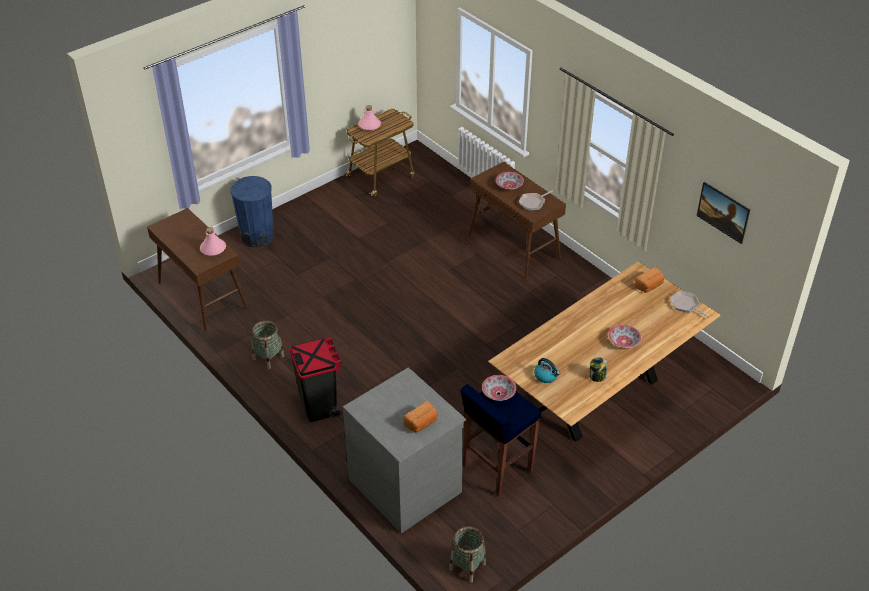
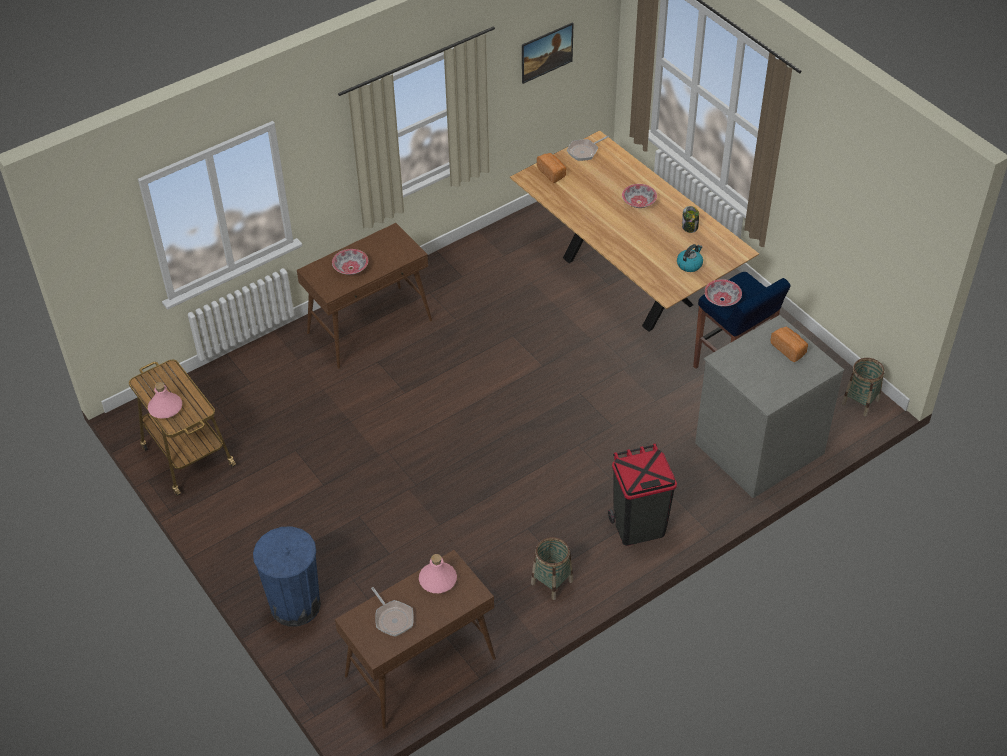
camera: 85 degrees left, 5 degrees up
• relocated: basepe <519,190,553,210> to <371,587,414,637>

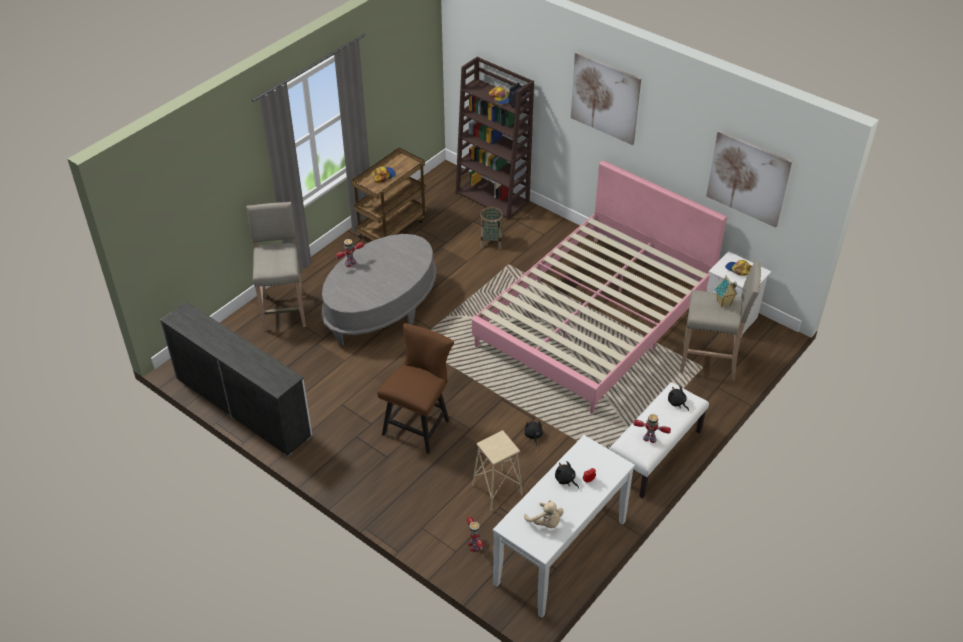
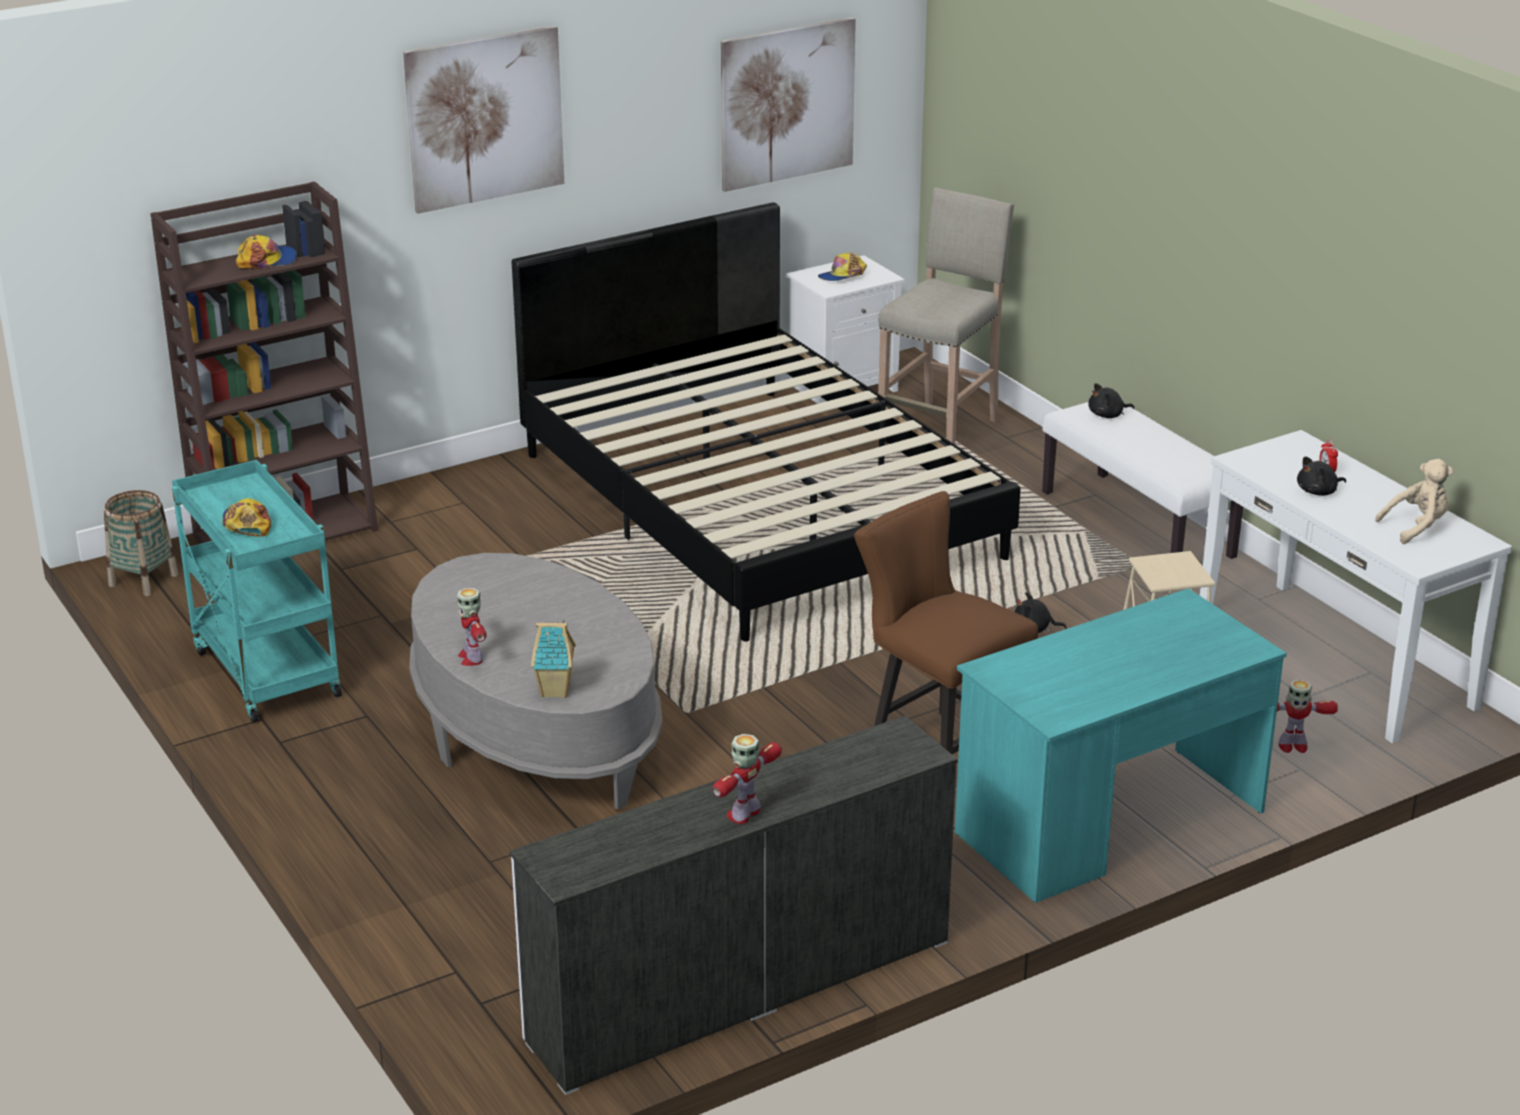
camera: 70 degrees left, 15 degrees down
• missing: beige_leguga <246,202,306,331>
• colour: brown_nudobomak <351,148,427,241> to turquoise_nudobomak <172,460,342,722>
• colour: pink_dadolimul <472,160,727,414> to black_dadolimul <512,202,1021,642>
• relocated: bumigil <480,206,503,249> to <104,490,178,596>
• relocated: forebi <633,414,671,443> to <712,734,782,824>
• relocated: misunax <715,276,738,307> to <531,620,576,698>
• appeared: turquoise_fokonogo <955,588,1287,903>

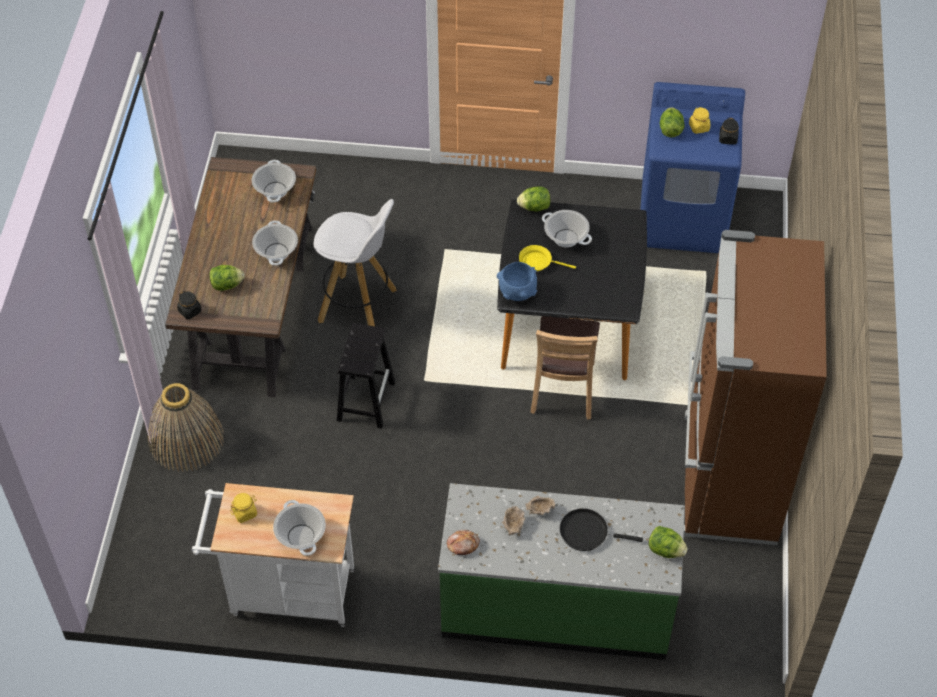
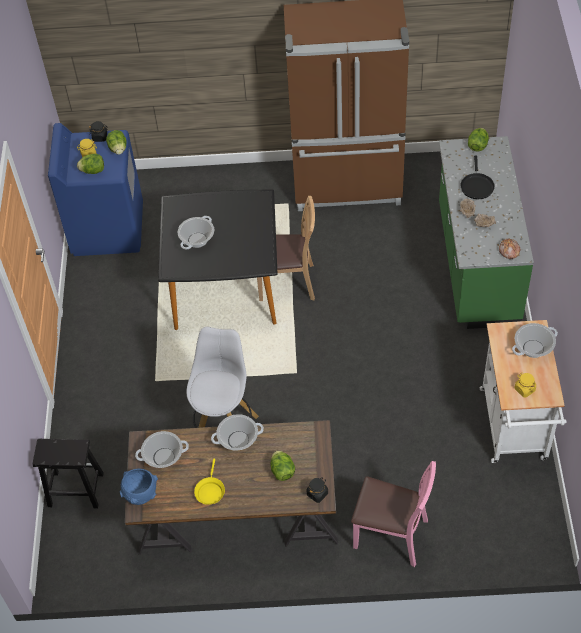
camera: 95 degrees left, 0 degrees up
• exchanged: bumigil <148,383,224,472> to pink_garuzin <351,461,436,567>
• relocated: black_leguga <337,323,395,429> to <32,439,104,508>
• relocated: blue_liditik <497,262,537,301> to <120,468,158,505>
• relocated: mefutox <517,186,550,212> to <106,130,126,155>
• relocated: yellow_basepe <519,245,576,271> to <194,459,225,505>

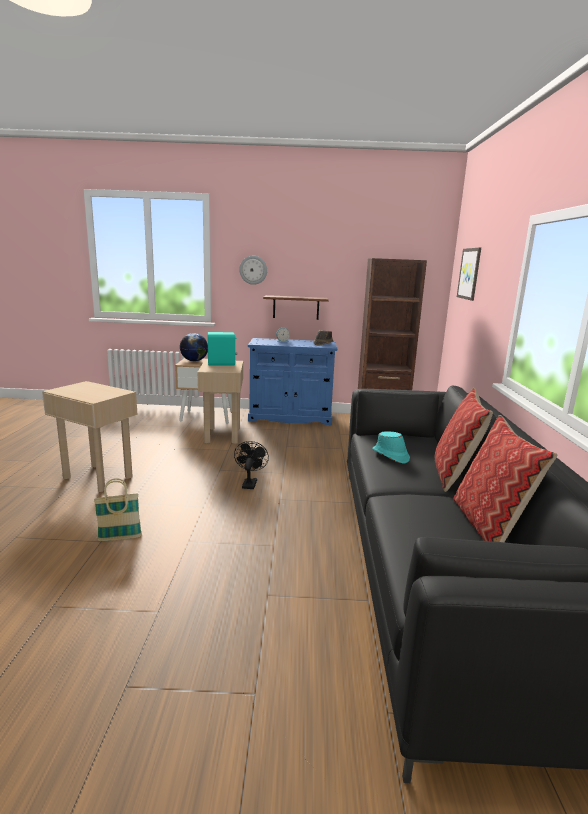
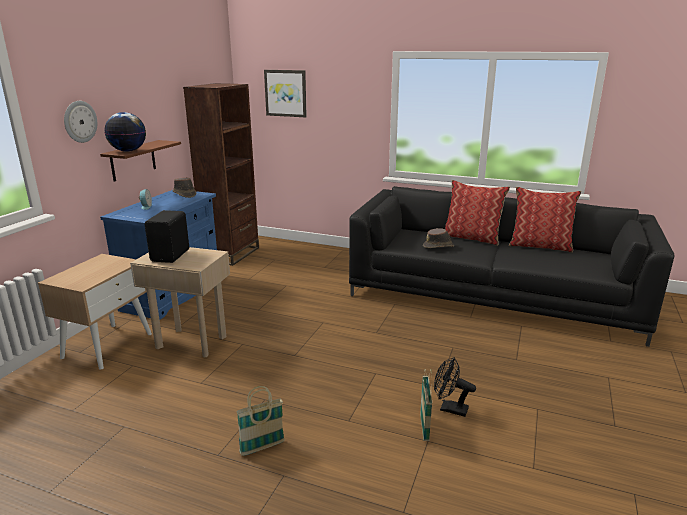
camera: 70 degrees left, 5 degrees up
• exchanged: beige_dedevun <42,381,138,492> to bumigil <236,386,285,456>
• relocated: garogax <180,333,208,361> to <104,112,146,152>
• colour: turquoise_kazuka <208,332,237,366> to black_kazuka <145,210,189,263>
• relocated: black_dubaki <234,441,269,489> to <434,357,476,417>
• colour: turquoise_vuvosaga <372,431,410,464> to brown_vuvosaga <423,228,454,248>

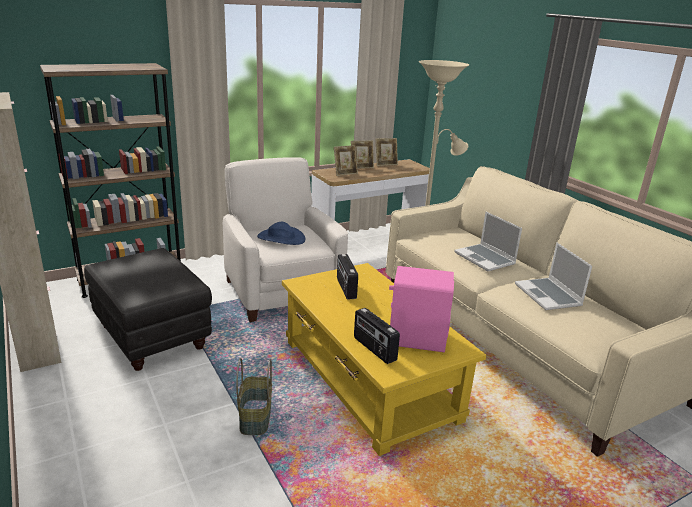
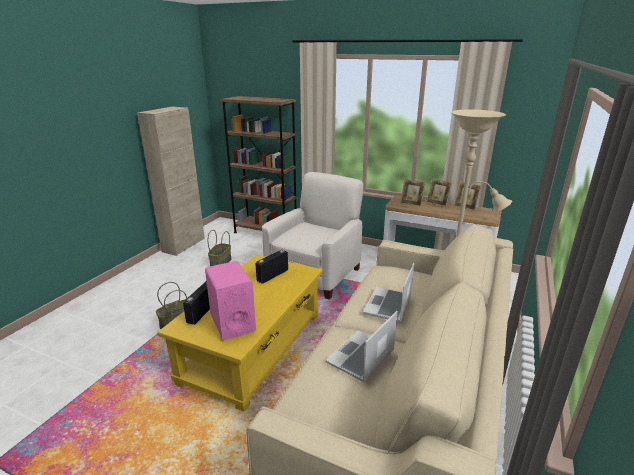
camera: 55 degrees right, 0 degrees up
• exchanged: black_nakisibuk <84,248,212,371> to bumigil <208,230,232,266>
• missing: blue_vuvosaga <257,222,305,245>

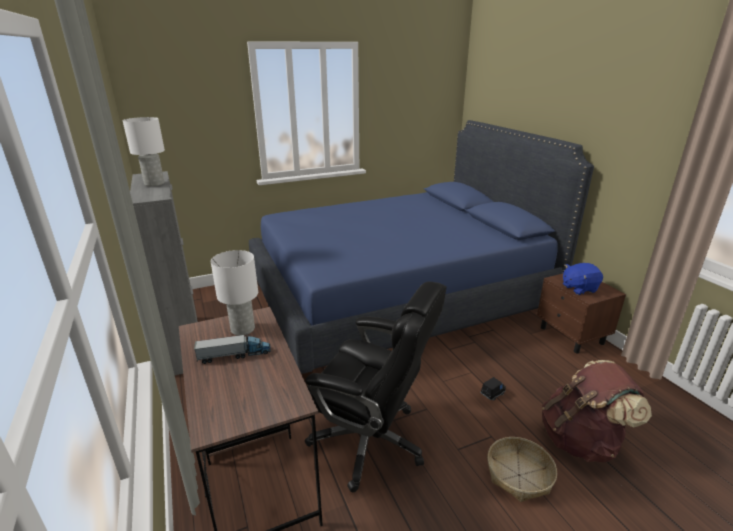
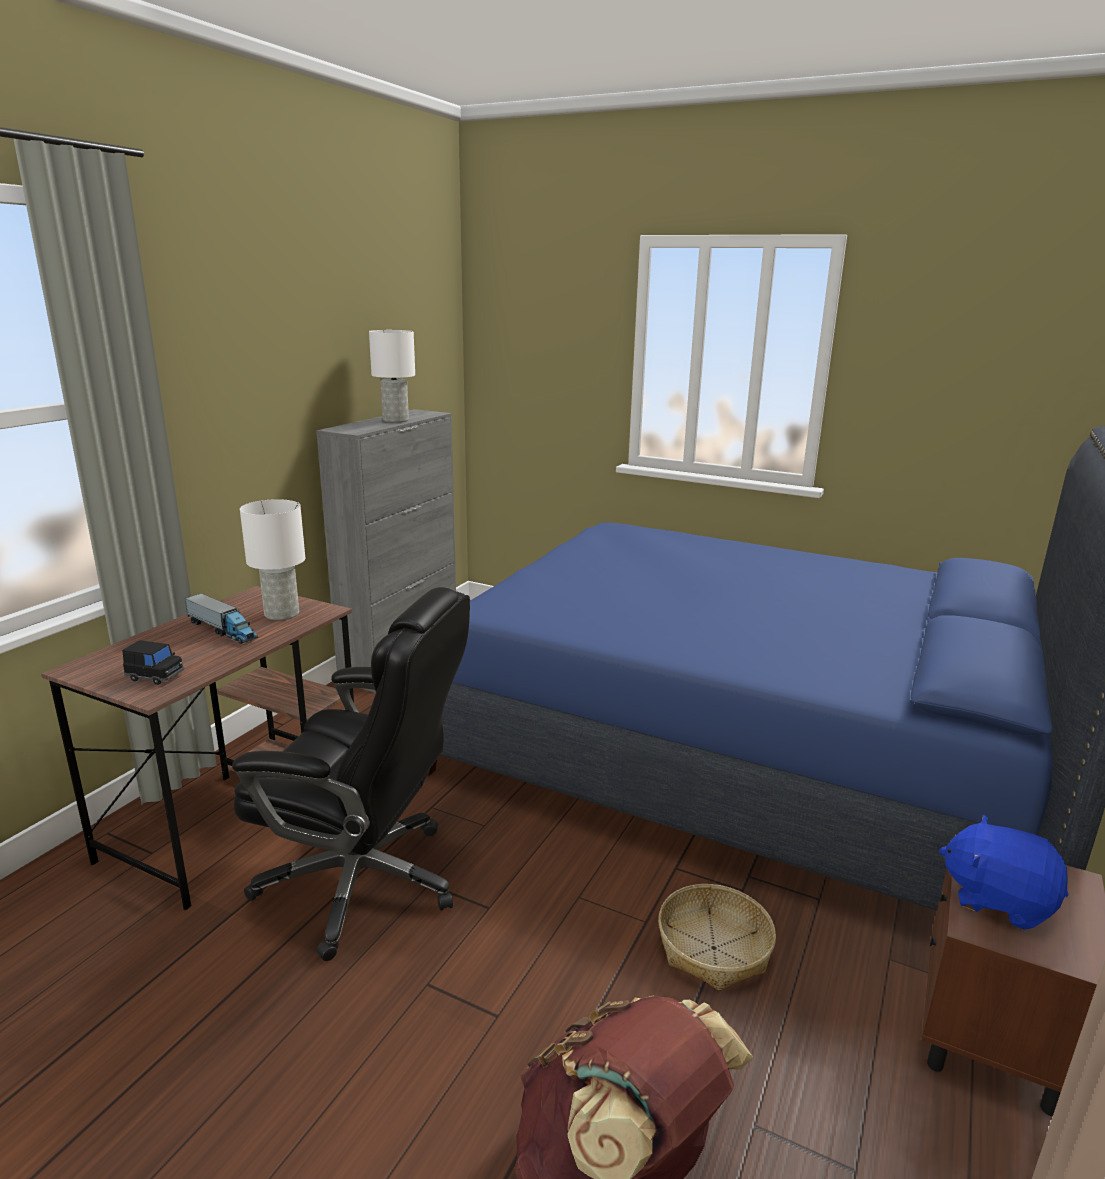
camera: 50 degrees right, 5 degrees down
• spun: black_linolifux <305,281,446,492> = <232,587,470,961> 60 degrees counterclockwise
• relocated: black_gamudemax <481,377,506,400> to <122,640,184,685>
• relocated: bumigil <487,437,557,502> to <658,884,776,991>

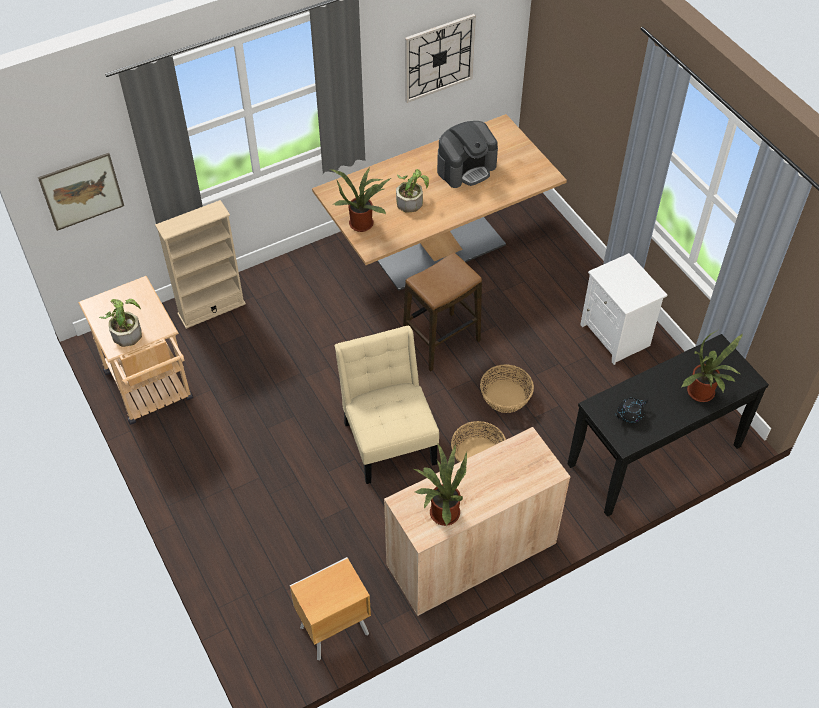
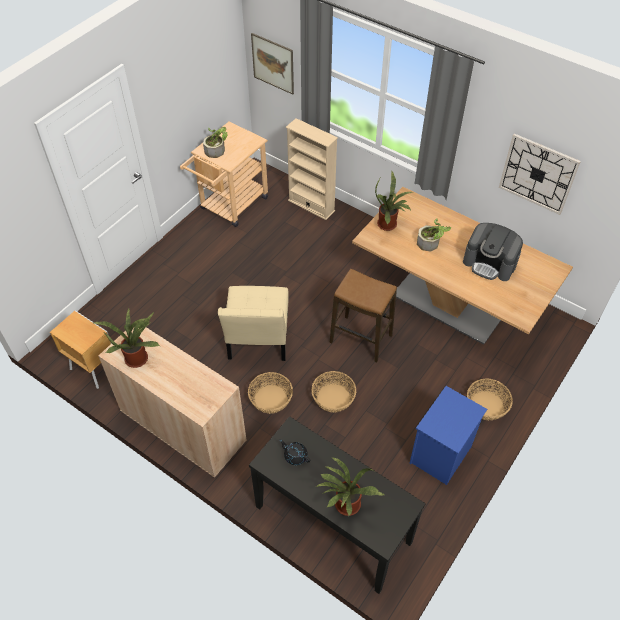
camera: 65 degrees right, 0 degrees up
• spun: beige_garuzin <335,326,439,484> = <218,286,289,361> 135 degrees clockwise
• colour: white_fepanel <580,253,667,365> to blue_fepanel <409,386,487,485>
• appeared: bumigil <467,379,513,420>

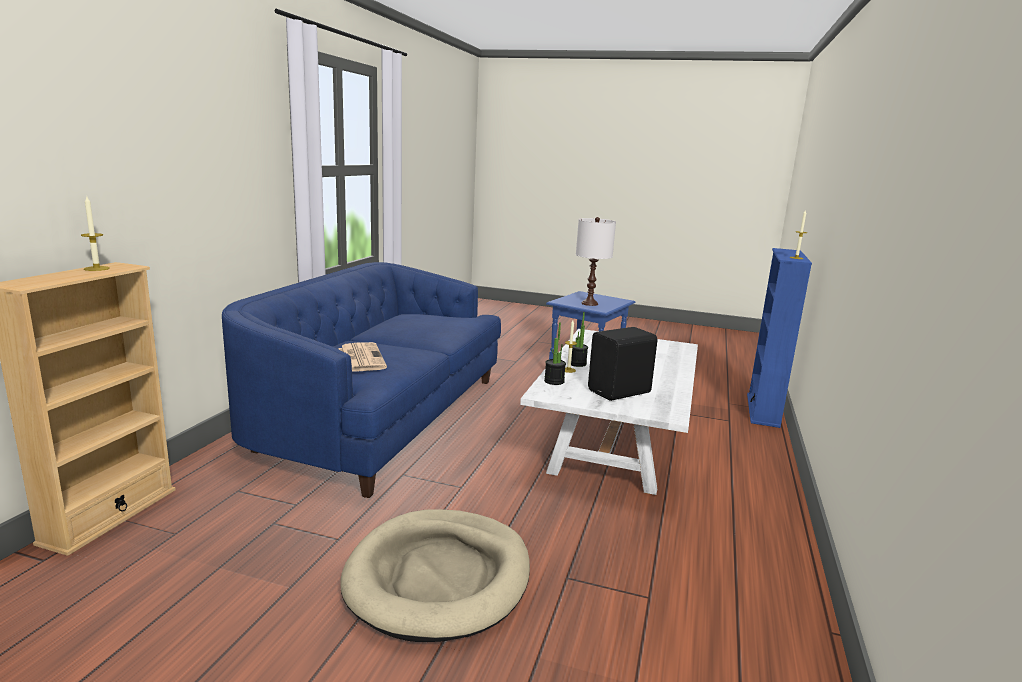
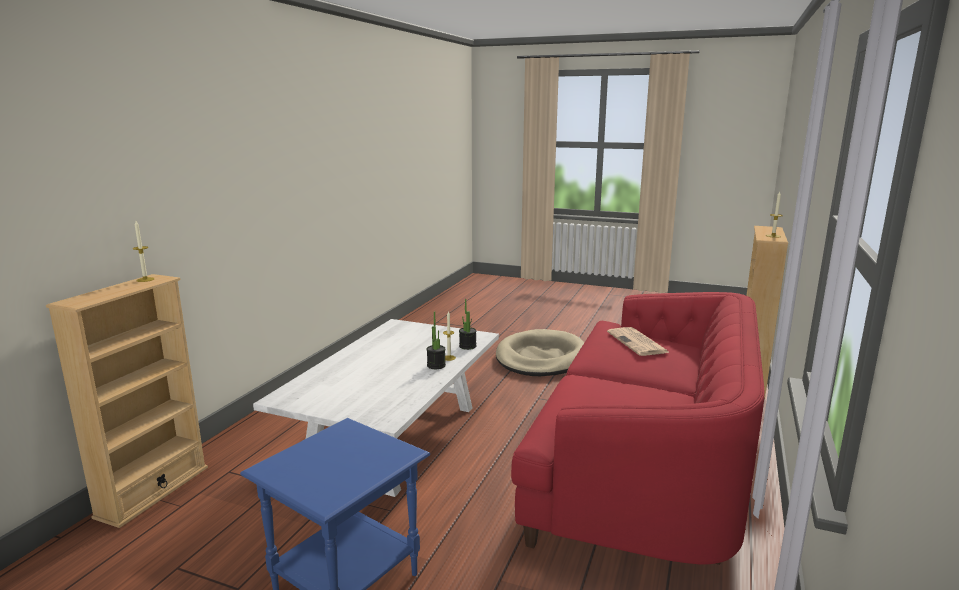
camera: 175 degrees left, 0 degrees up
• colour: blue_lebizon <222,262,501,498> to red_lebizon <511,292,765,565>
• missing: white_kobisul <576,217,616,306>
• missing: black_kazuka <588,327,657,401>
• colour: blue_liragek <747,248,812,428> to beige_liragek <46,274,208,528>

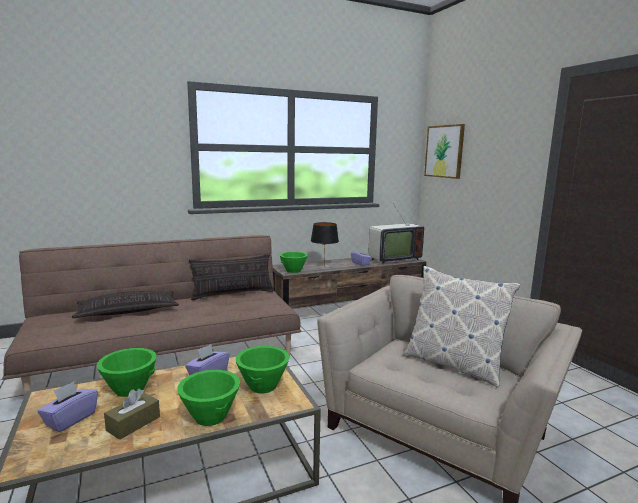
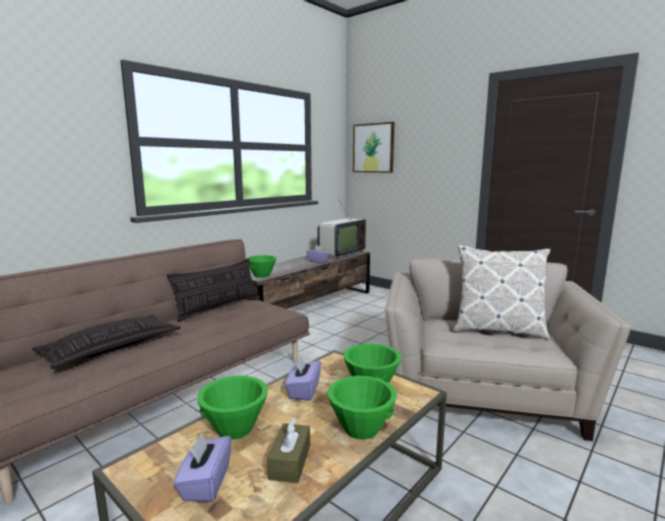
camera: 25 degrees left, 0 degrees up
• missing: black_kobisul <311,222,339,260>

